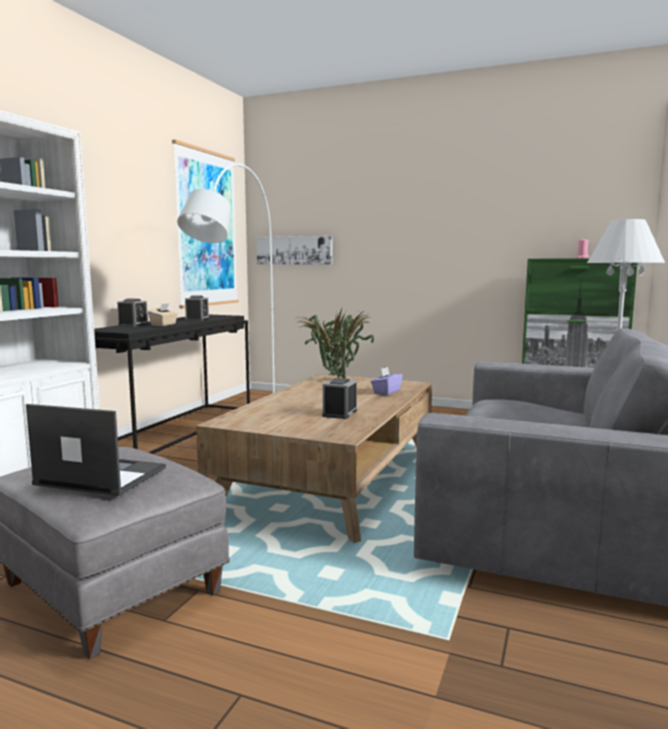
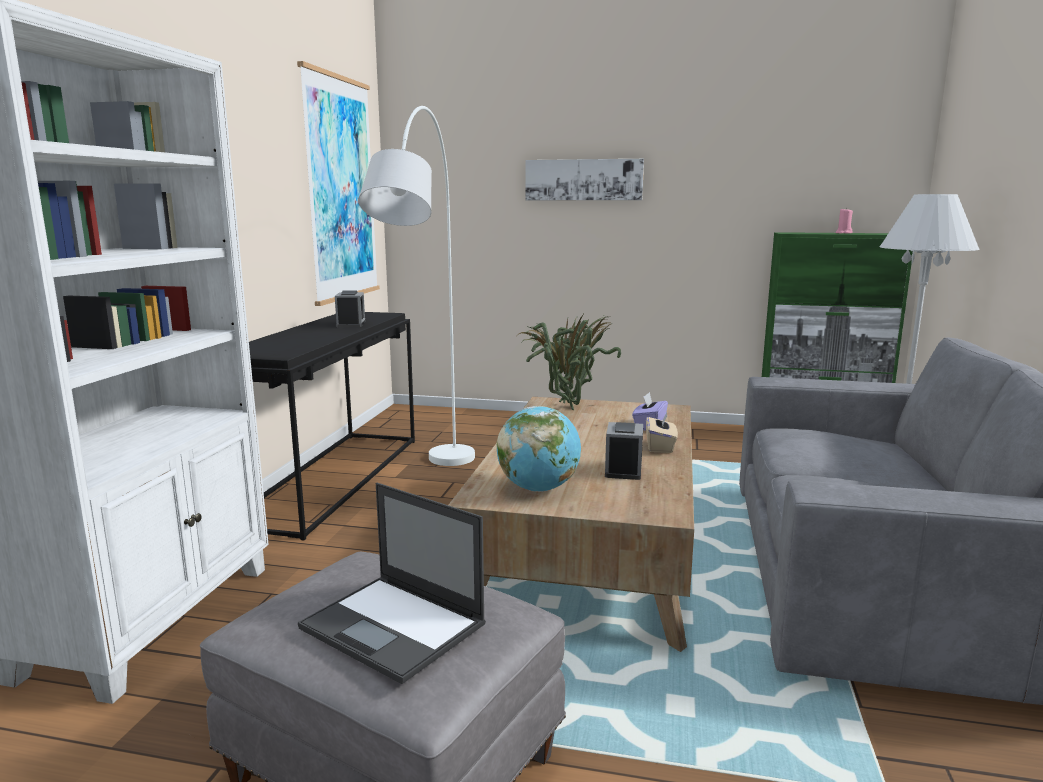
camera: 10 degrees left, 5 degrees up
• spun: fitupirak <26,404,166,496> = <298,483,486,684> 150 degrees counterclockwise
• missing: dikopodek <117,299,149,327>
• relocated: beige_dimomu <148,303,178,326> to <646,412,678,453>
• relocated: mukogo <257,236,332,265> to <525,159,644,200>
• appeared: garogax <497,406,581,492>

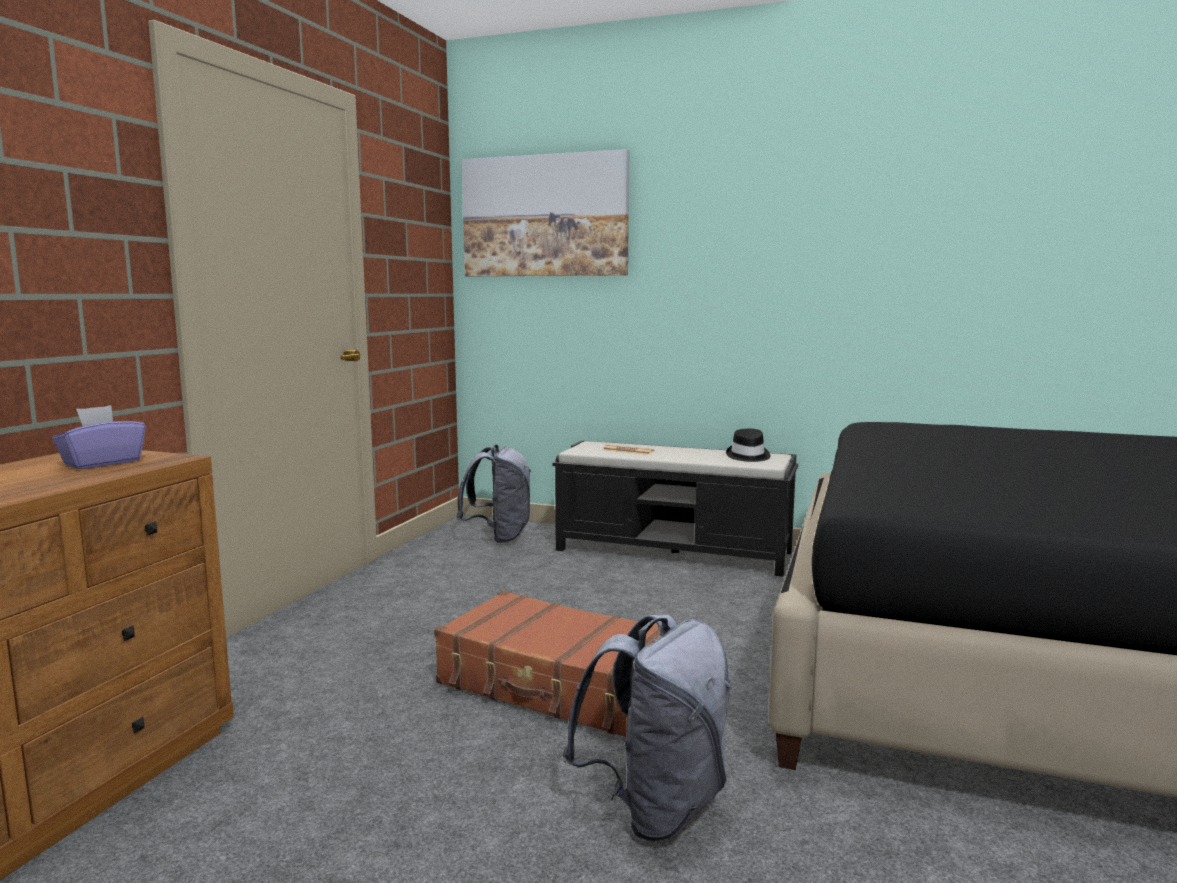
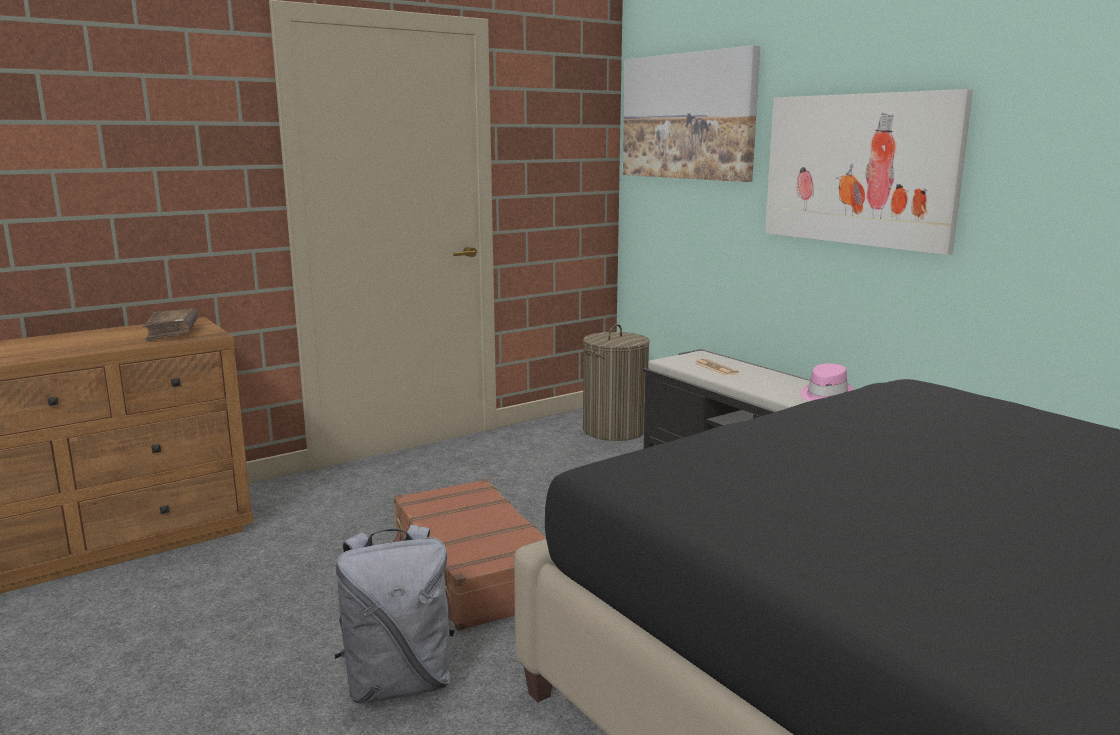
camera: 35 degrees right, 5 degrees up
• exchanged: purple_dimomu <52,405,146,469> to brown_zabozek <142,309,198,341>
• exchanged: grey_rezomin <456,444,531,543> to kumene <583,324,650,441>
• colour: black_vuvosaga <726,429,770,462> to pink_vuvosaga <801,364,853,401>
• appeared: mukogo <765,89,973,255>

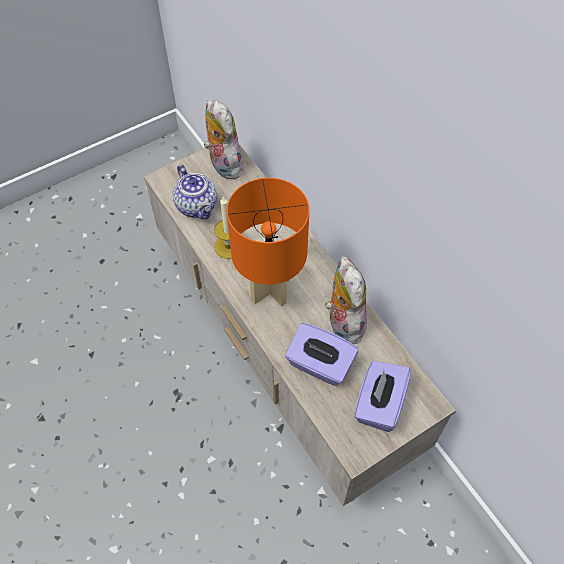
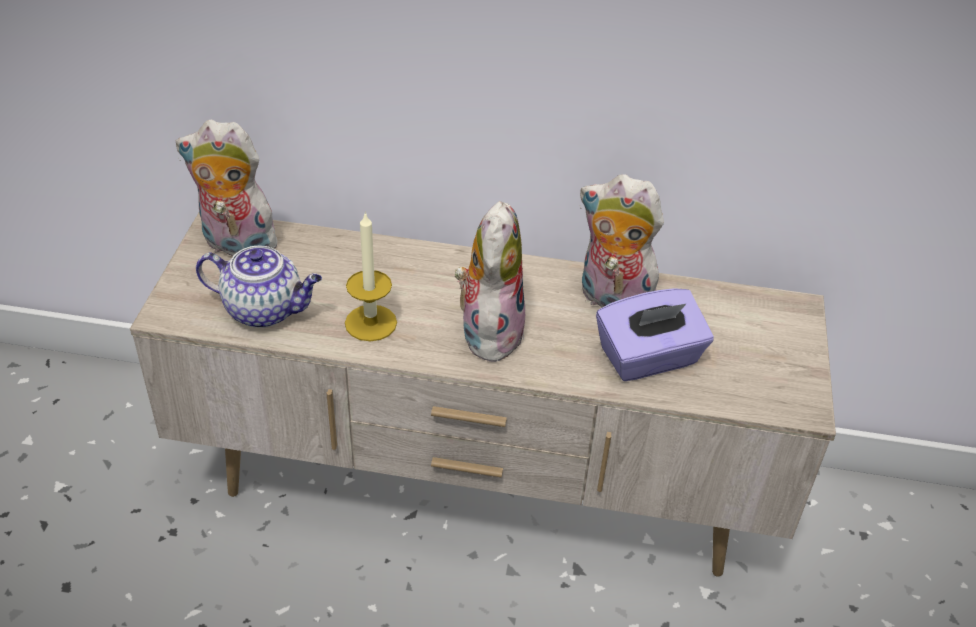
camera: 50 degrees left, 15 degrees down
• exchanged: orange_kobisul <226,178,310,307> to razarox <455,201,525,362>
• missing: purple_dimomu <354,361,411,432>

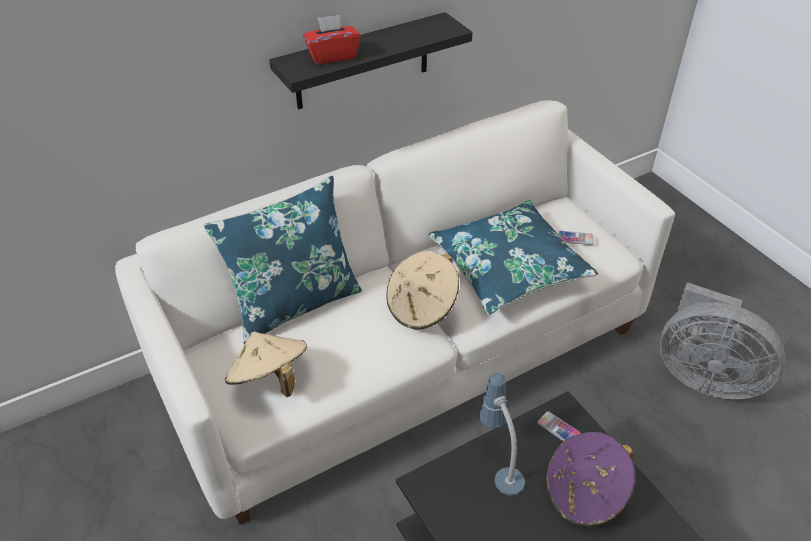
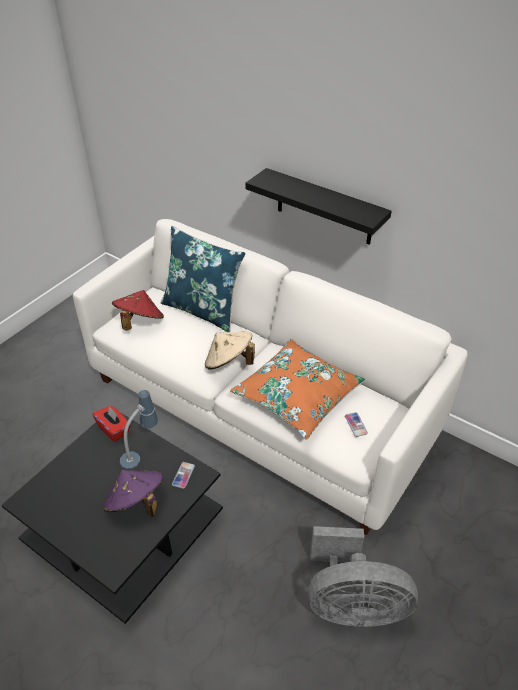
camera: 65 degrees right, 0 degrees up
• colour: beige_vuvosaga <225,331,307,397> to red_vuvosaga <112,290,164,331>
• relocated: red_dimomu <303,15,360,64> to <92,406,131,442>
• colour: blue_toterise <428,200,598,315> to orange_toterise <230,339,365,440>
• spun: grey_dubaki <660,282,785,399> = <308,526,418,628> 90 degrees counterclockwise

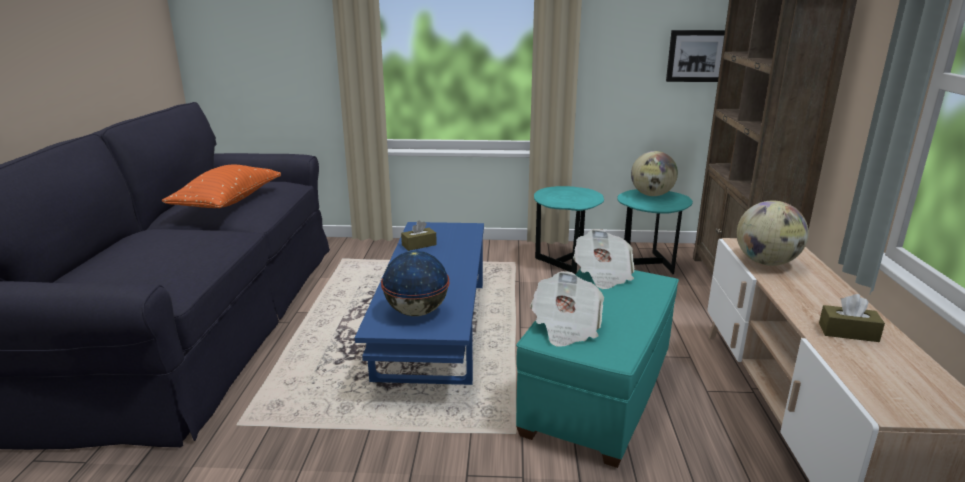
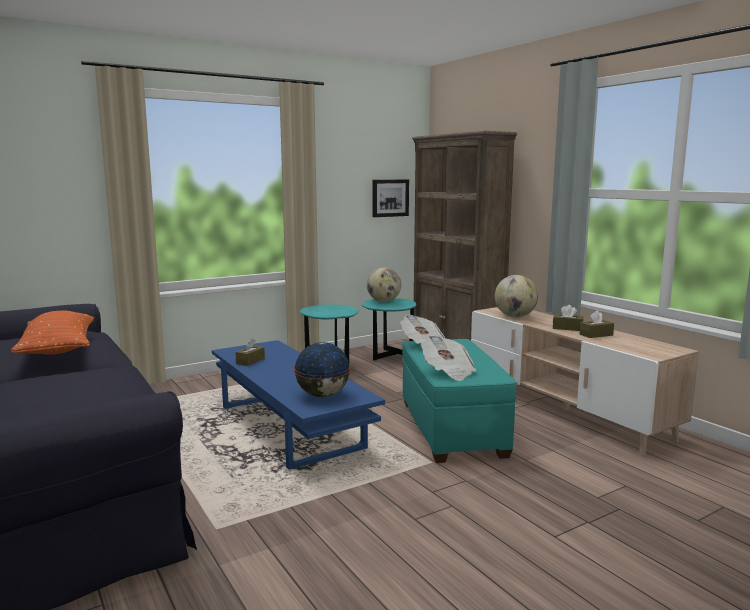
camera: 35 degrees left, 10 degrees down
• appeared: brown_dimomu <553,305,583,331>

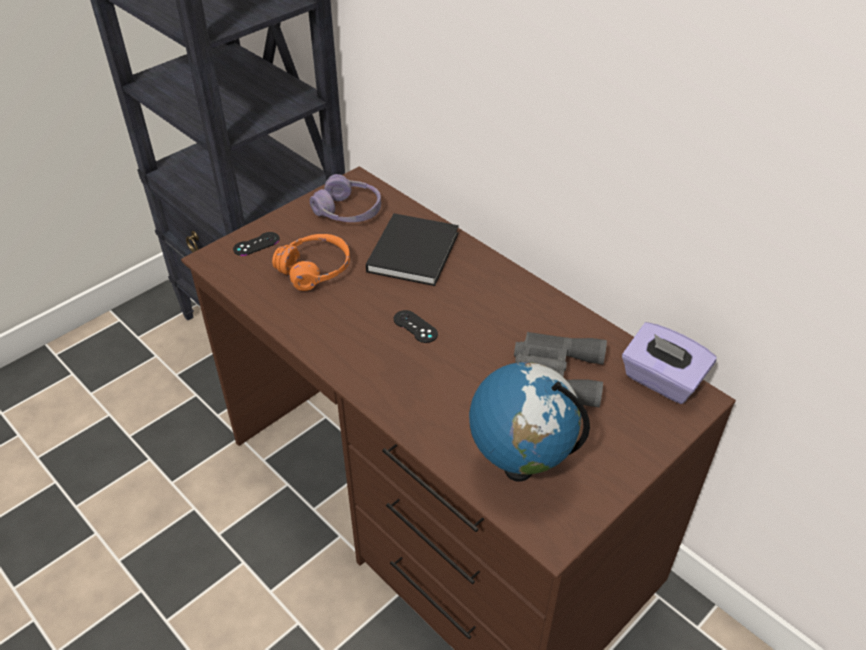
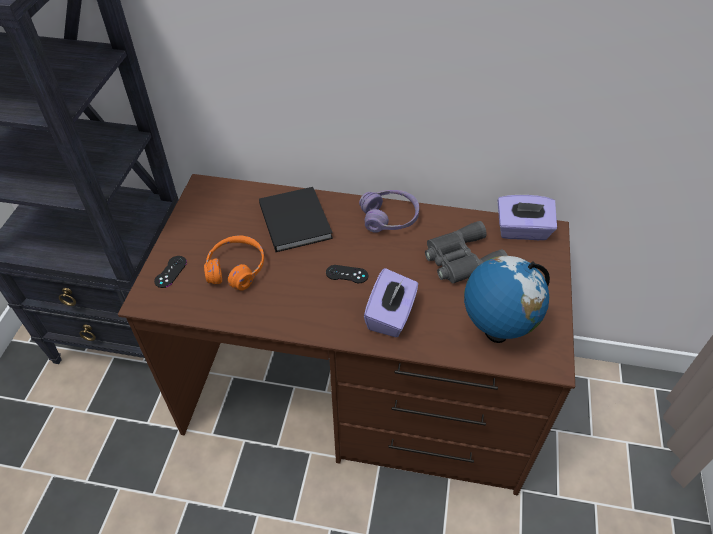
camera: 35 degrees left, 5 degrees up
• relocated: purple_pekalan <310,174,381,222> to <359,190,419,233>
• appeared: purple_dimomu <364,268,418,337>

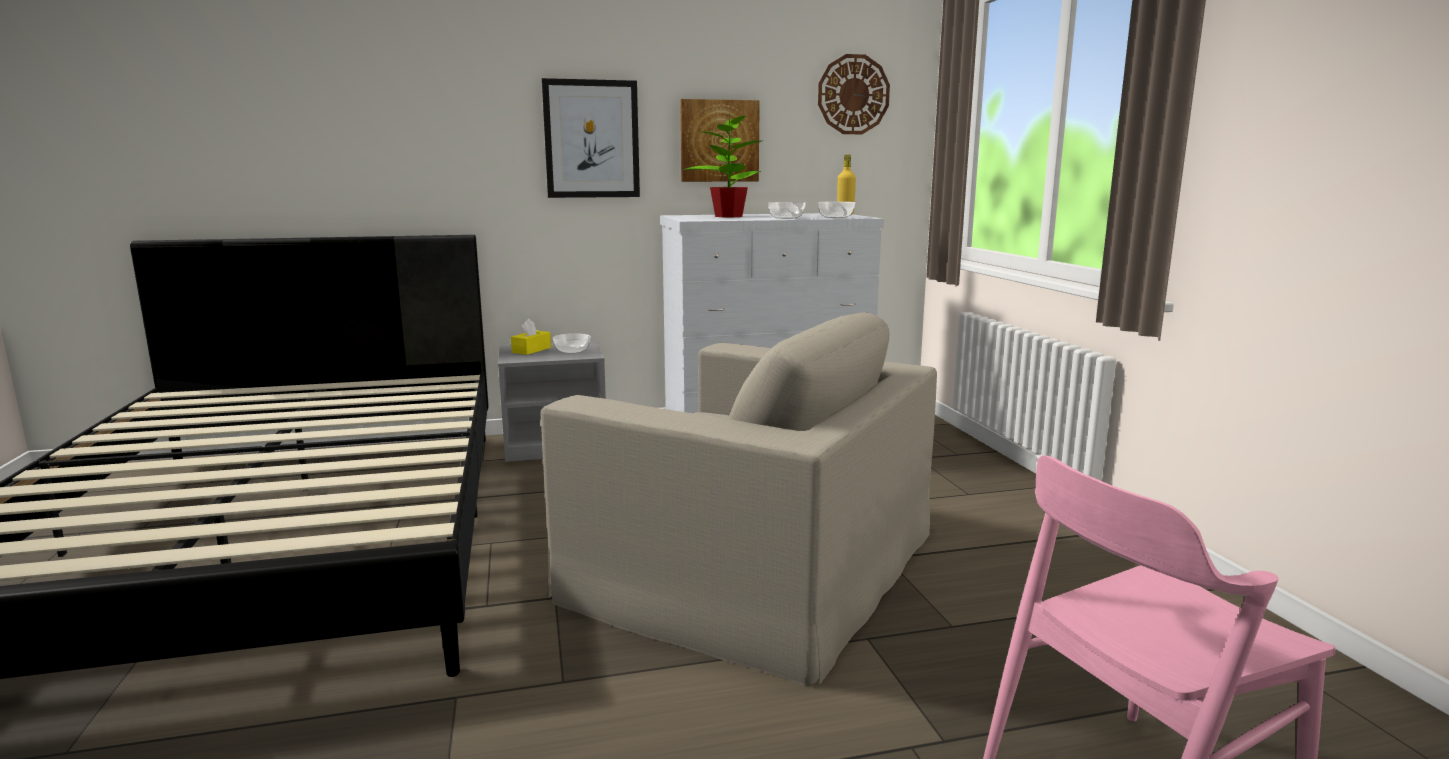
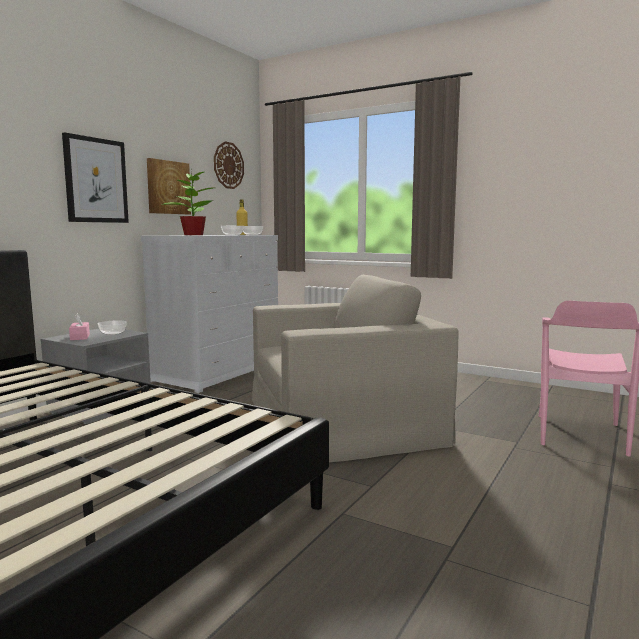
camera: 45 degrees left, 5 degrees down
• colour: yellow_dimomu <511,319,551,355> to pink_dimomu <69,313,90,340>

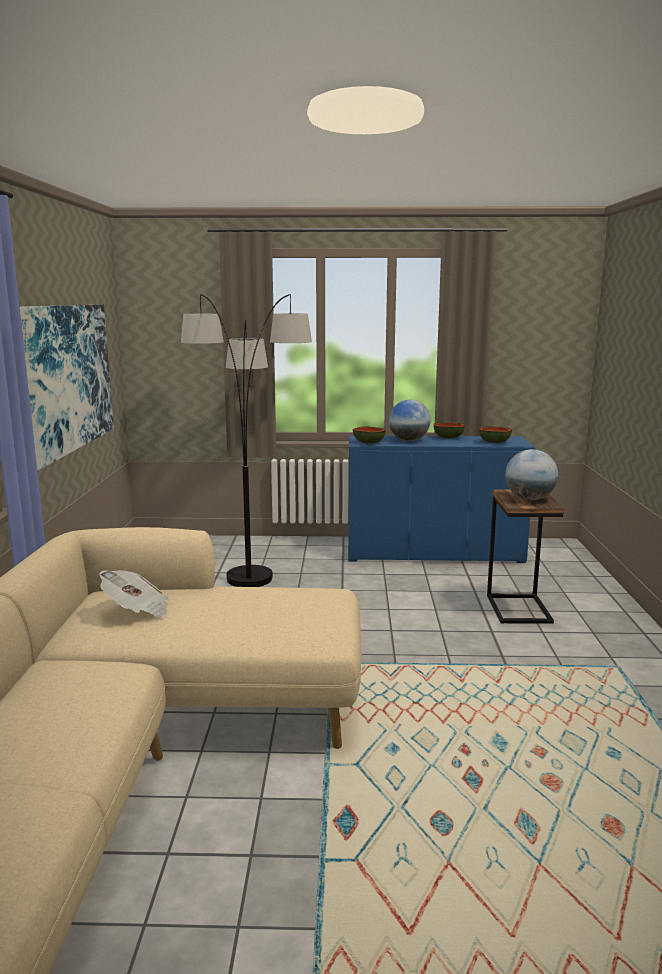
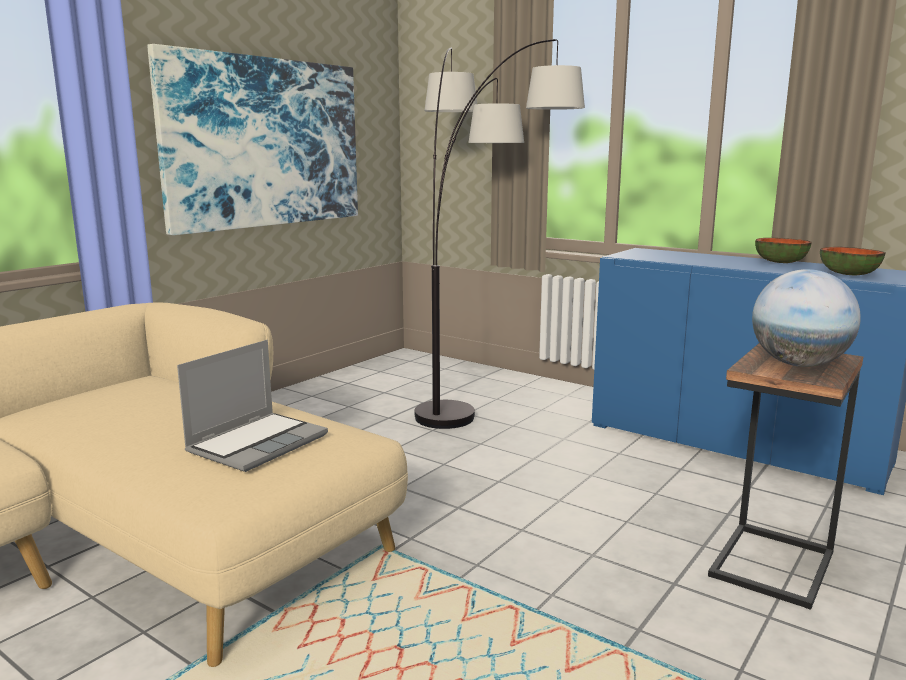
camera: 35 degrees right, 0 degrees up
• missing: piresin <99,570,168,617>
• missing: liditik <353,427,386,444>
• missing: garogax <389,400,430,441>
• appeared: fitupirak <177,340,328,472>

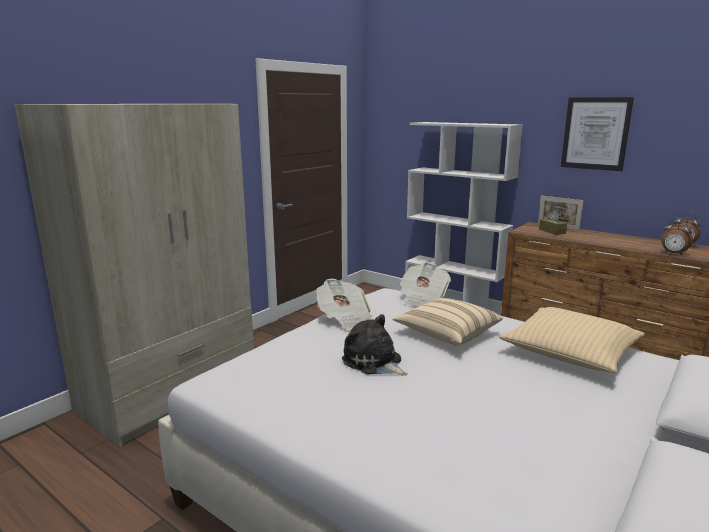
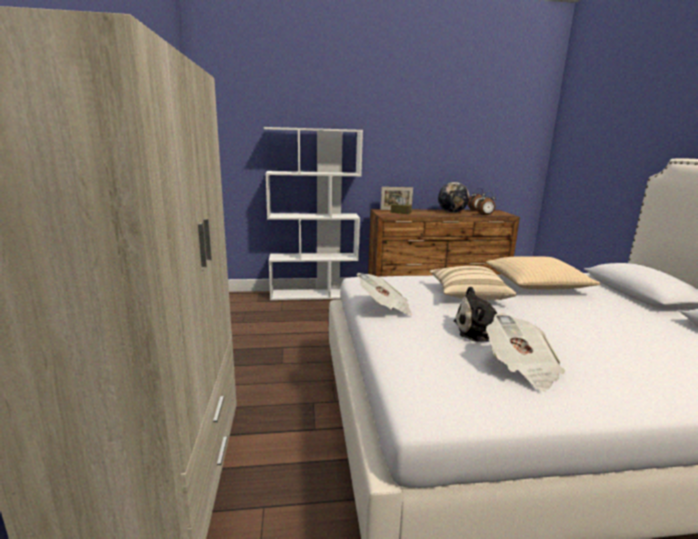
camera: 45 degrees left, 0 degrees up
• relocated: piresin <400,262,451,307> to <486,313,565,392>
• missing: mukogo <561,97,634,171>
• appeared: garogax <438,182,469,213>

